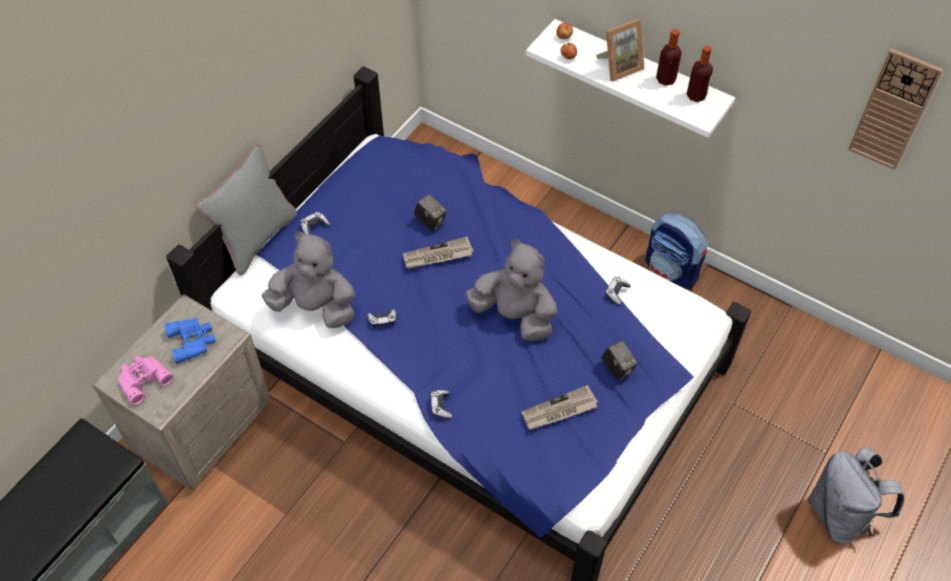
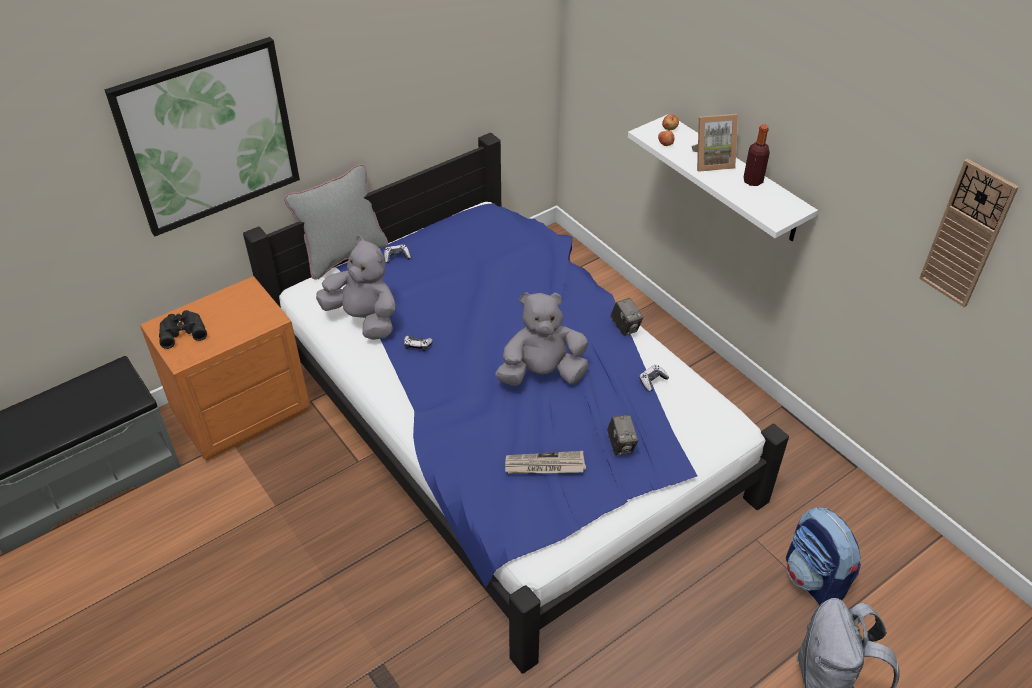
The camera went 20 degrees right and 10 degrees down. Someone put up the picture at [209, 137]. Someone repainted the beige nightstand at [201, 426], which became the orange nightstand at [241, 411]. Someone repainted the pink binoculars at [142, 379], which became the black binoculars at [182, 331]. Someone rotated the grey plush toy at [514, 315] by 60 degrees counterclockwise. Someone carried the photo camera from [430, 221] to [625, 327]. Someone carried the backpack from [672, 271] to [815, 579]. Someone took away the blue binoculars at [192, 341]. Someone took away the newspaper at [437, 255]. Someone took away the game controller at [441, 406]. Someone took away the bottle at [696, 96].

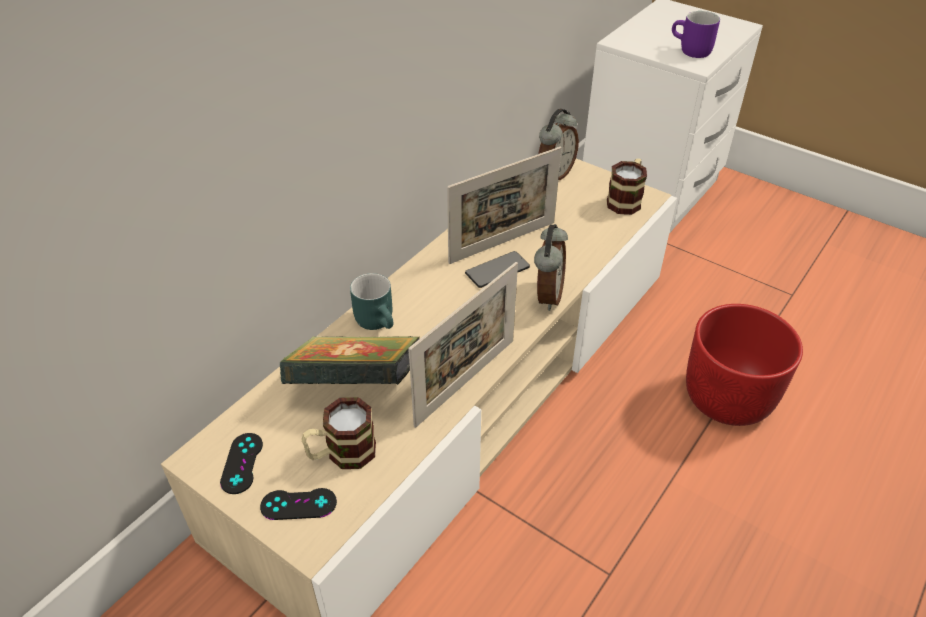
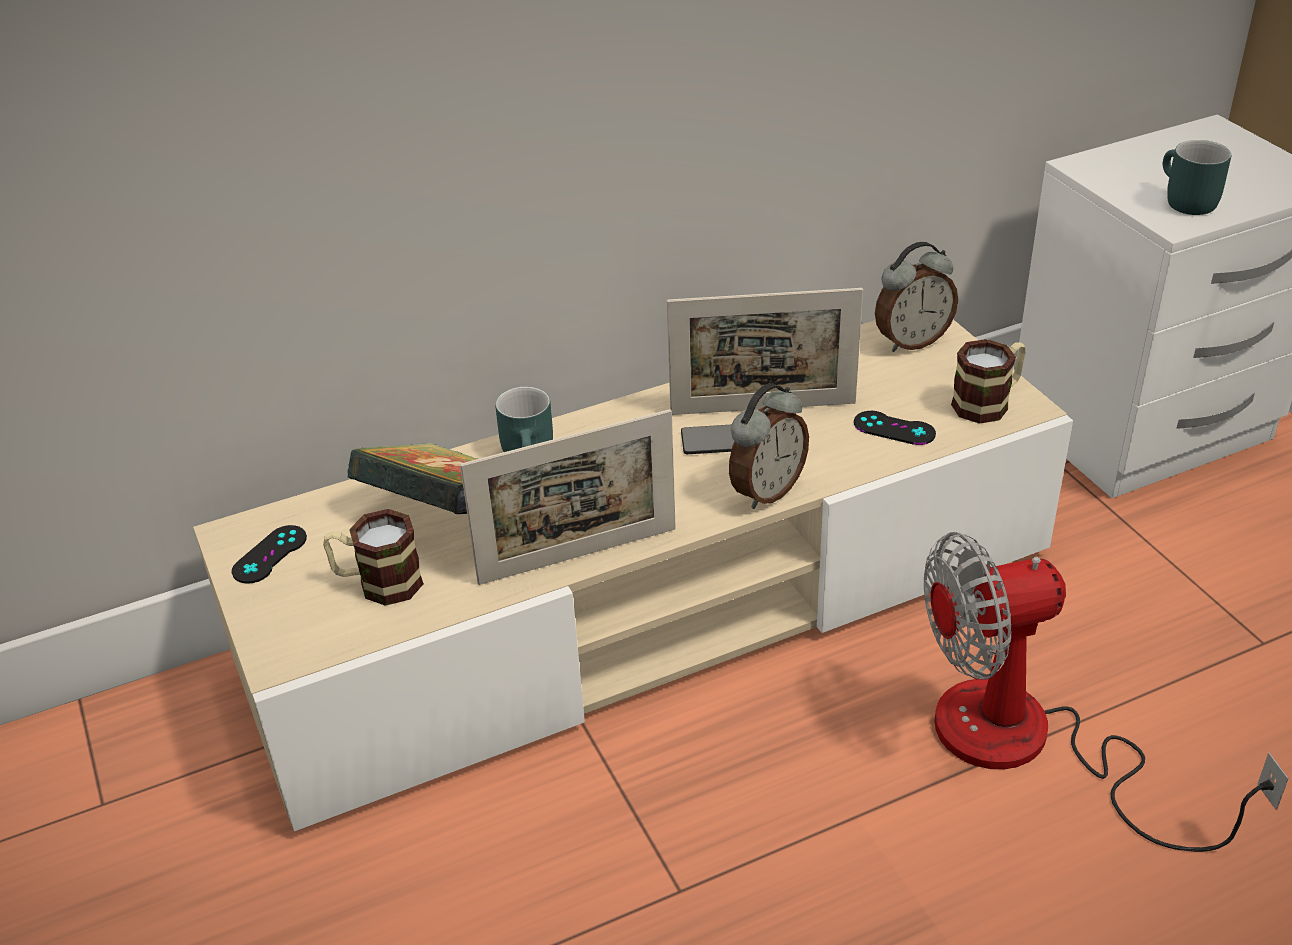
The camera went 30 degrees right and 5 degrees down. Someone carried the black game controller from [298, 504] to [894, 428]. Someone swapped the red planter at [728, 398] for the fan at [1030, 746]. Someone repainted the purple mug at [690, 51], which became the turquoise mug at [1182, 201].

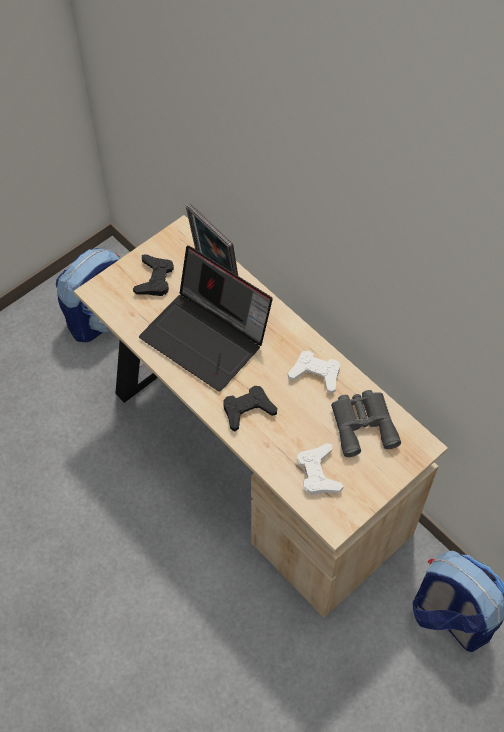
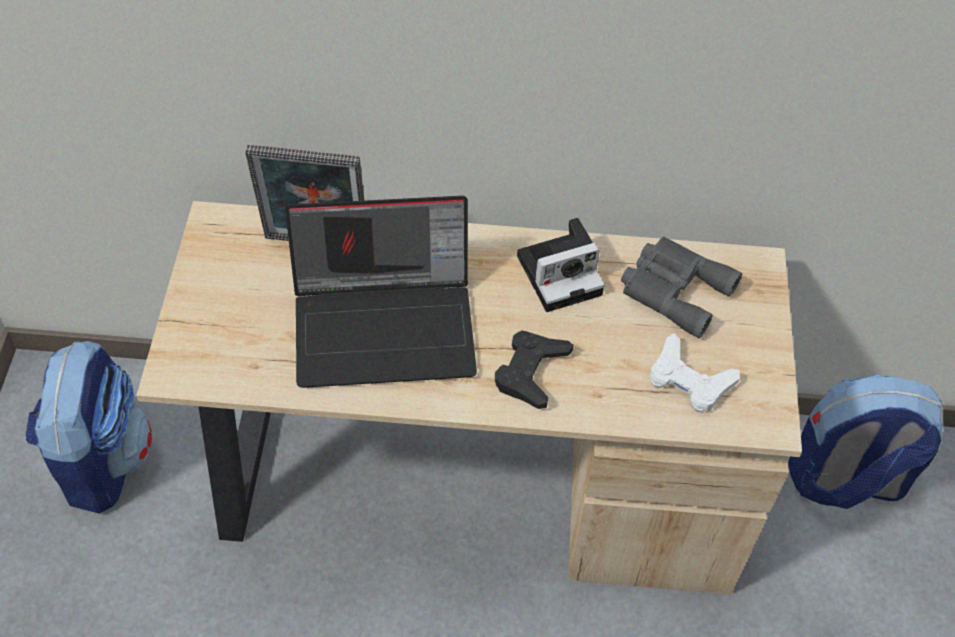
The camera went 45 degrees left and 5 degrees down. Someone swapped the white game controller at [315, 374] for the photo camera at [562, 273]. Someone took away the black game controller at [154, 279].

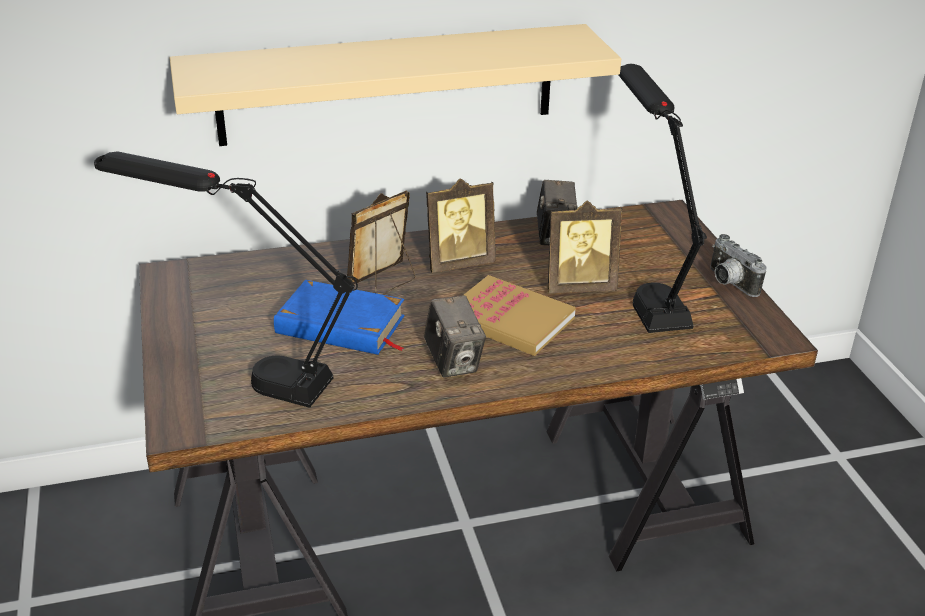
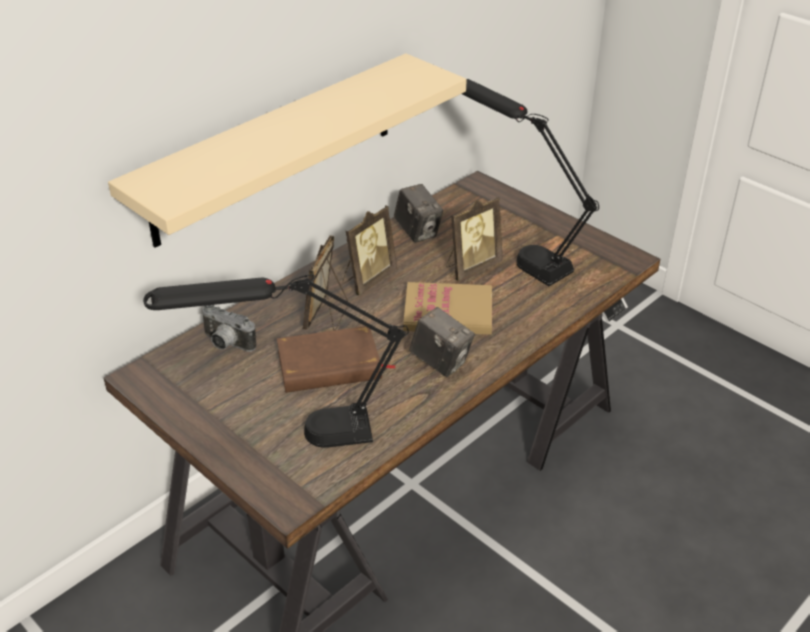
The camera went 30 degrees left and 5 degrees up. Someone carried the photo camera from [728, 283] to [226, 344]. Someone repainted the blue book at [341, 325], which became the brown book at [330, 366].

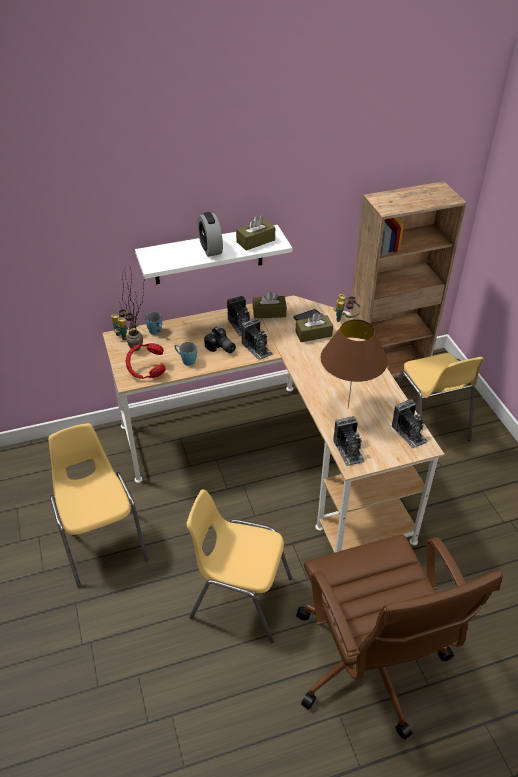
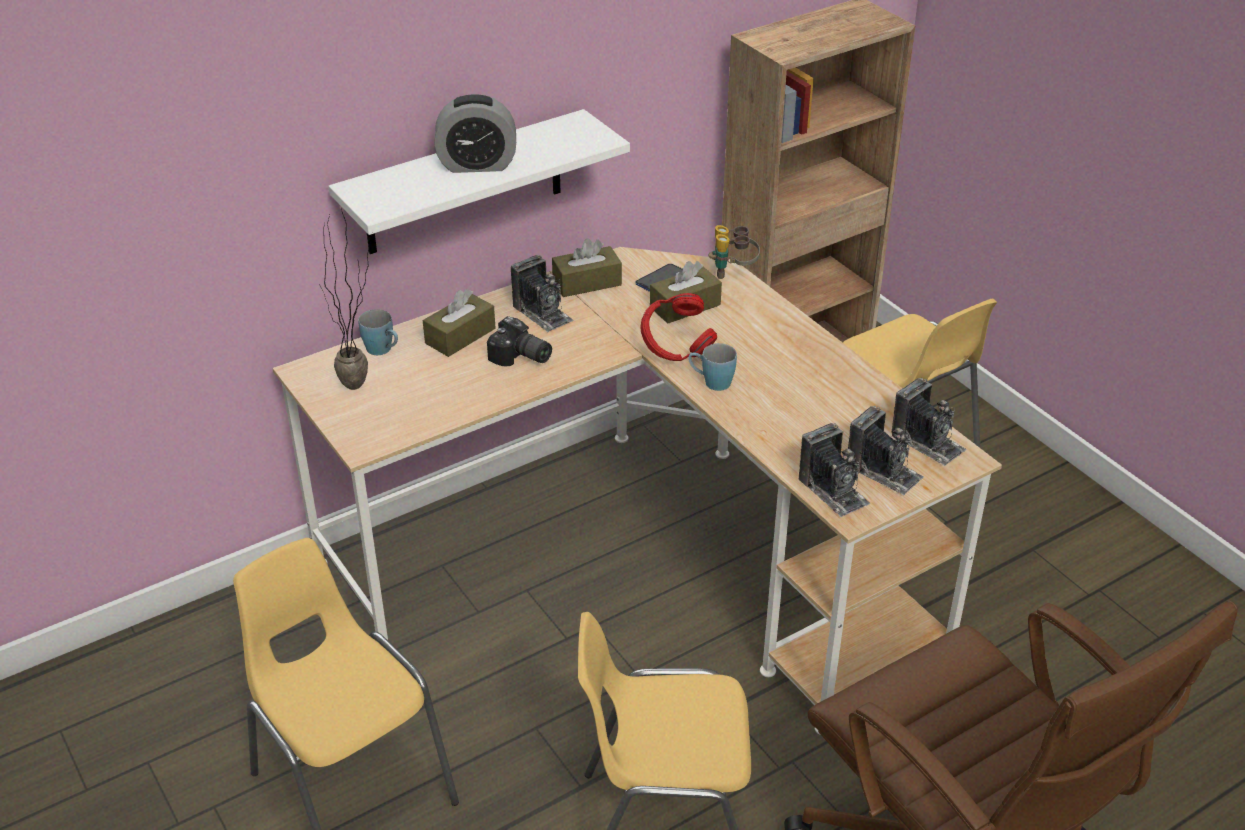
The camera went 15 degrees left and 5 degrees down. Someone carried the brown tissue box from [255, 241] to [460, 336]. Someone rotated the alarm clock at [210, 248] by 60 degrees counterclockwise. Someone carried the red headphones from [146, 371] to [676, 350]. Someone carried the blue mug from [186, 360] to [711, 382]. Someone carried the photo camera from [257, 348] to [884, 471]. Someone took away the binoculars at [126, 333]. Someone took away the brown table lamp at [348, 408].

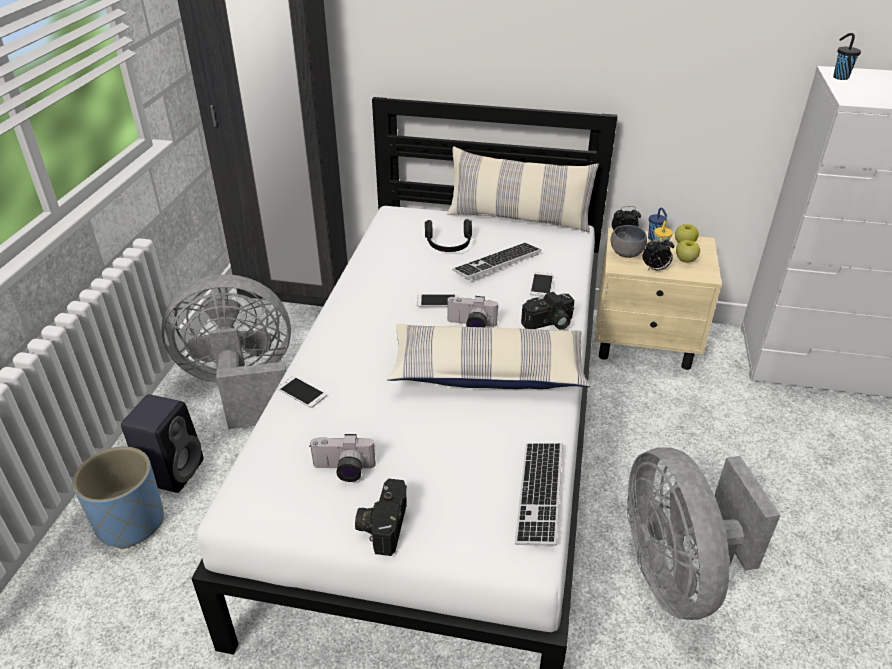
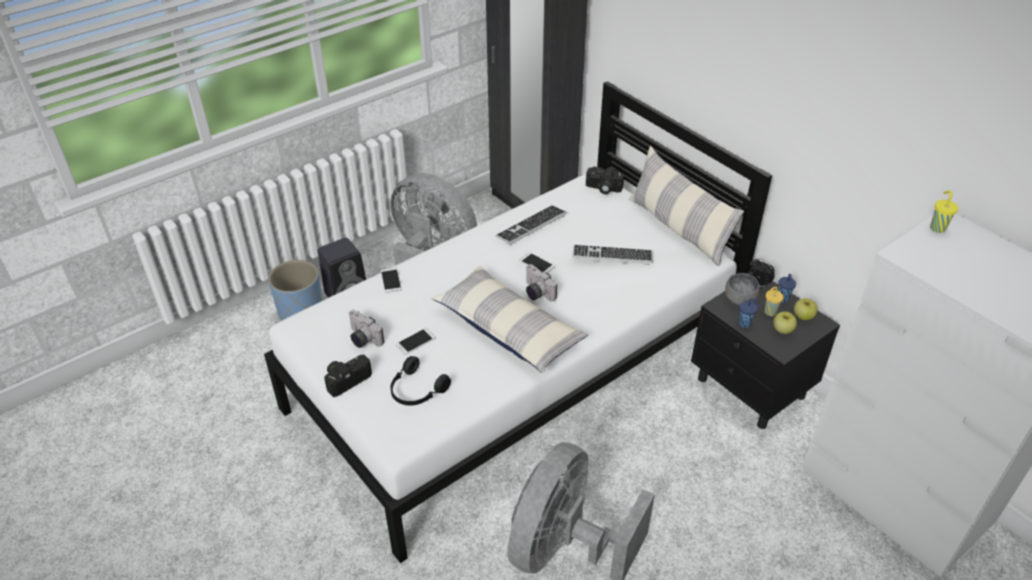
The camera went 40 degrees right and 5 degrees up. Someone carried the black headphones from [448, 244] to [416, 390]. Someone carried the phone from [541, 285] to [415, 341]. Someone carried the keyboard from [539, 494] to [531, 226]. Someone carried the photo camera from [549, 324] to [603, 188]. Someone repainted the beige nightstand at [645, 343], which became the black nightstand at [751, 388]. Someone swapped the alarm clock at [655, 269] for the blue cup at [745, 324]. Someone repainted the black cup at [839, 77], which became the yellow cup at [937, 228].

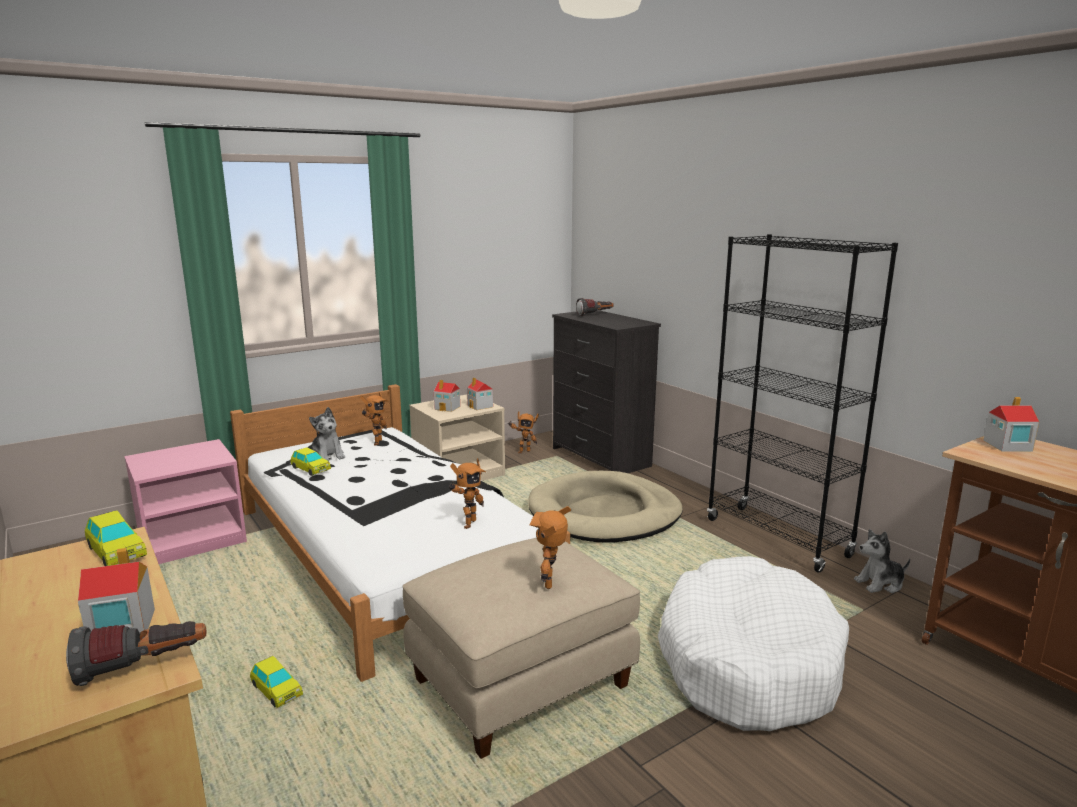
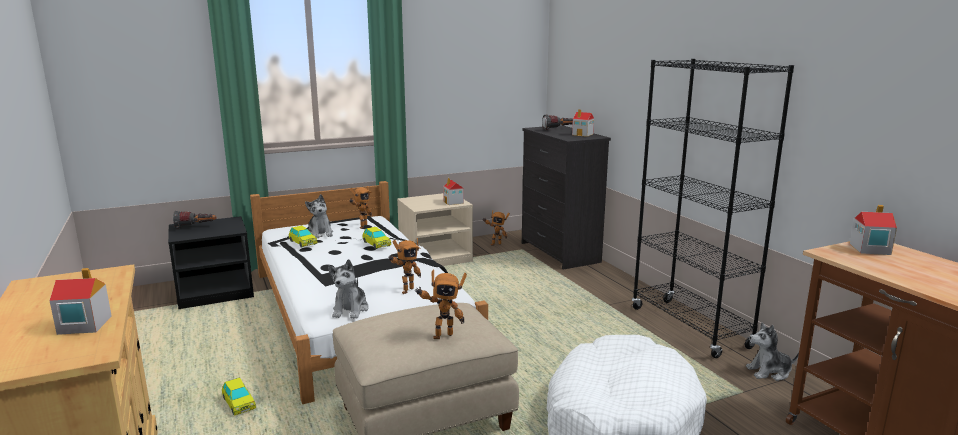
The camera went 10 degrees right and 0 degrees up. Someone repainted the pink nightstand at [193, 539], which became the black nightstand at [216, 292]. Someone carried the flashlight from [143, 667] to [196, 227]. Someone put down the plush toy at [350, 310]. Someone carried the toy car from [117, 552] to [376, 244]. Someone rotated the toy robot at [551, 583] by 120 degrees counterclockwise. Someone carried the toy house from [447, 408] to [583, 134]. Someone took away the beige dog bed at [604, 513].

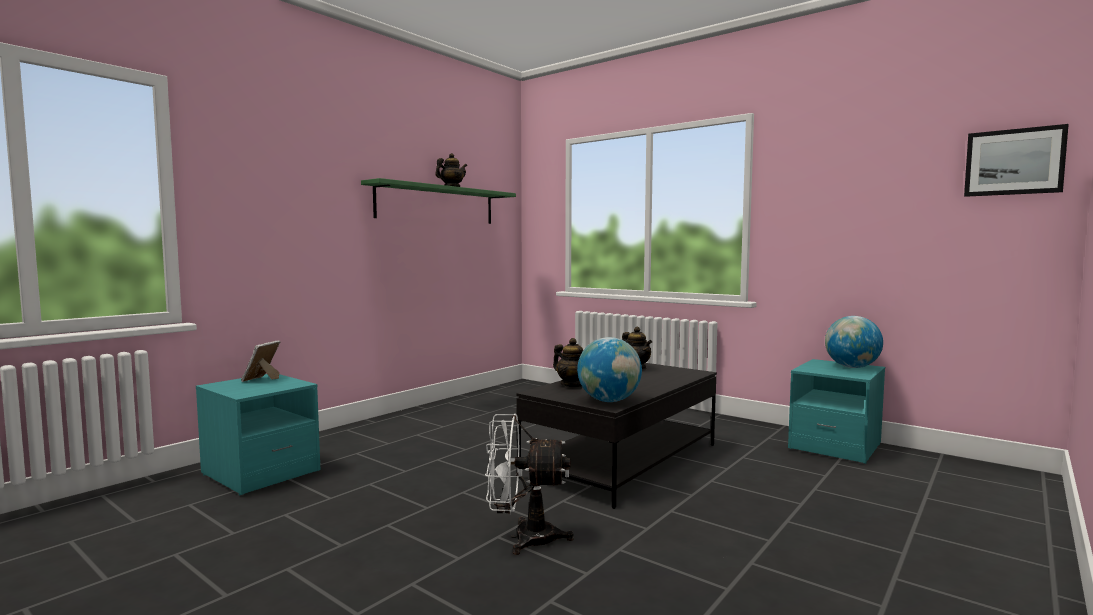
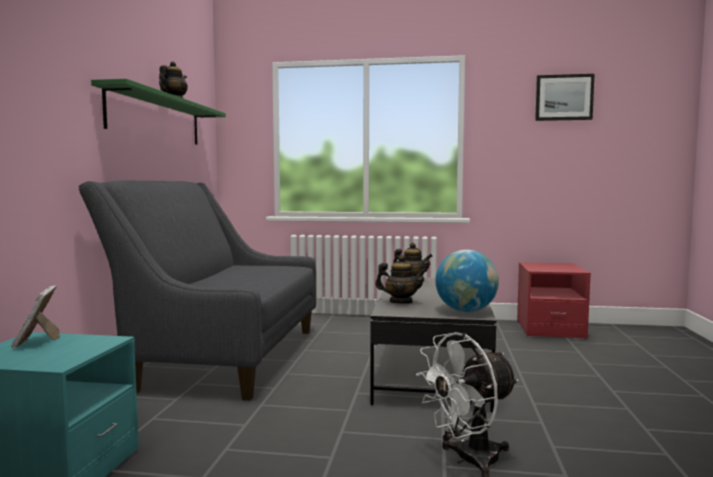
The camera went 30 degrees left and 0 degrees up. Someone put down the grey sofa at [222, 356]. Someone repainted the turquoise nightstand at [835, 446], which became the red nightstand at [550, 329]. Someone carried the picture from [1013, 162] to [564, 97]. Someone took away the globe at [852, 367].

